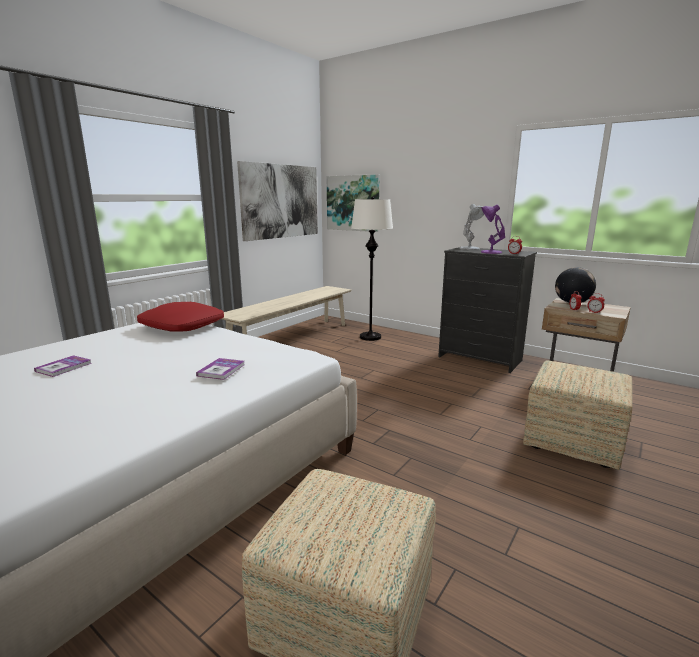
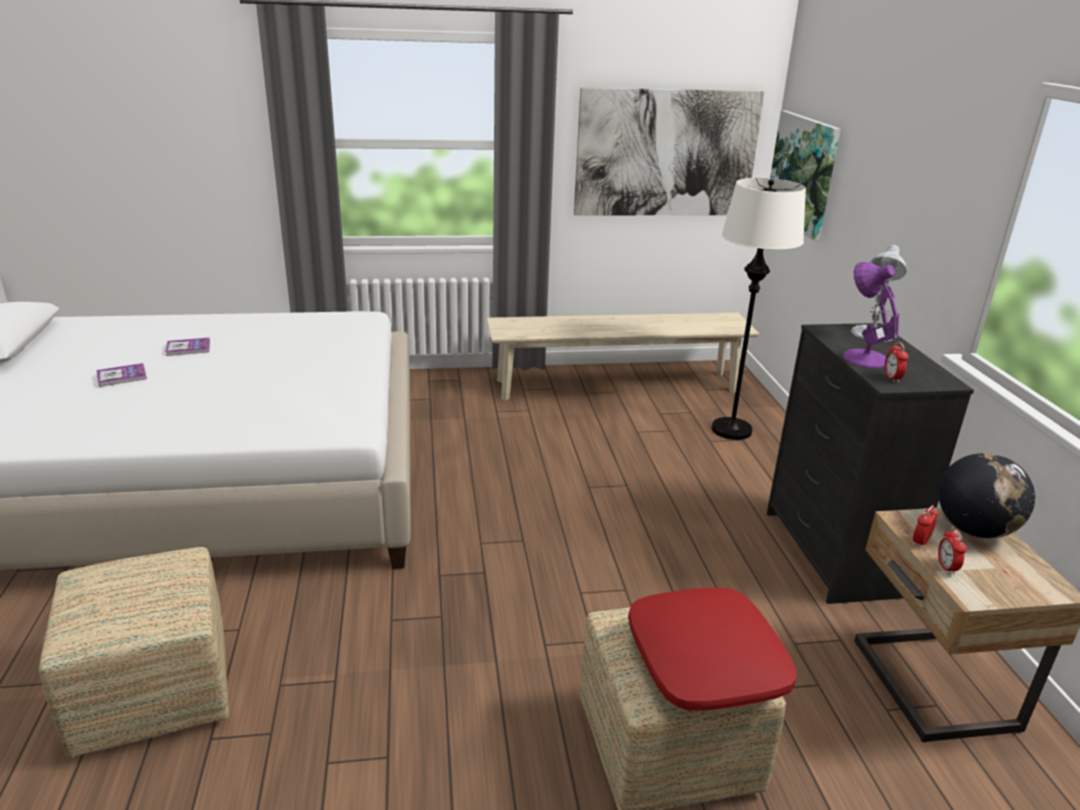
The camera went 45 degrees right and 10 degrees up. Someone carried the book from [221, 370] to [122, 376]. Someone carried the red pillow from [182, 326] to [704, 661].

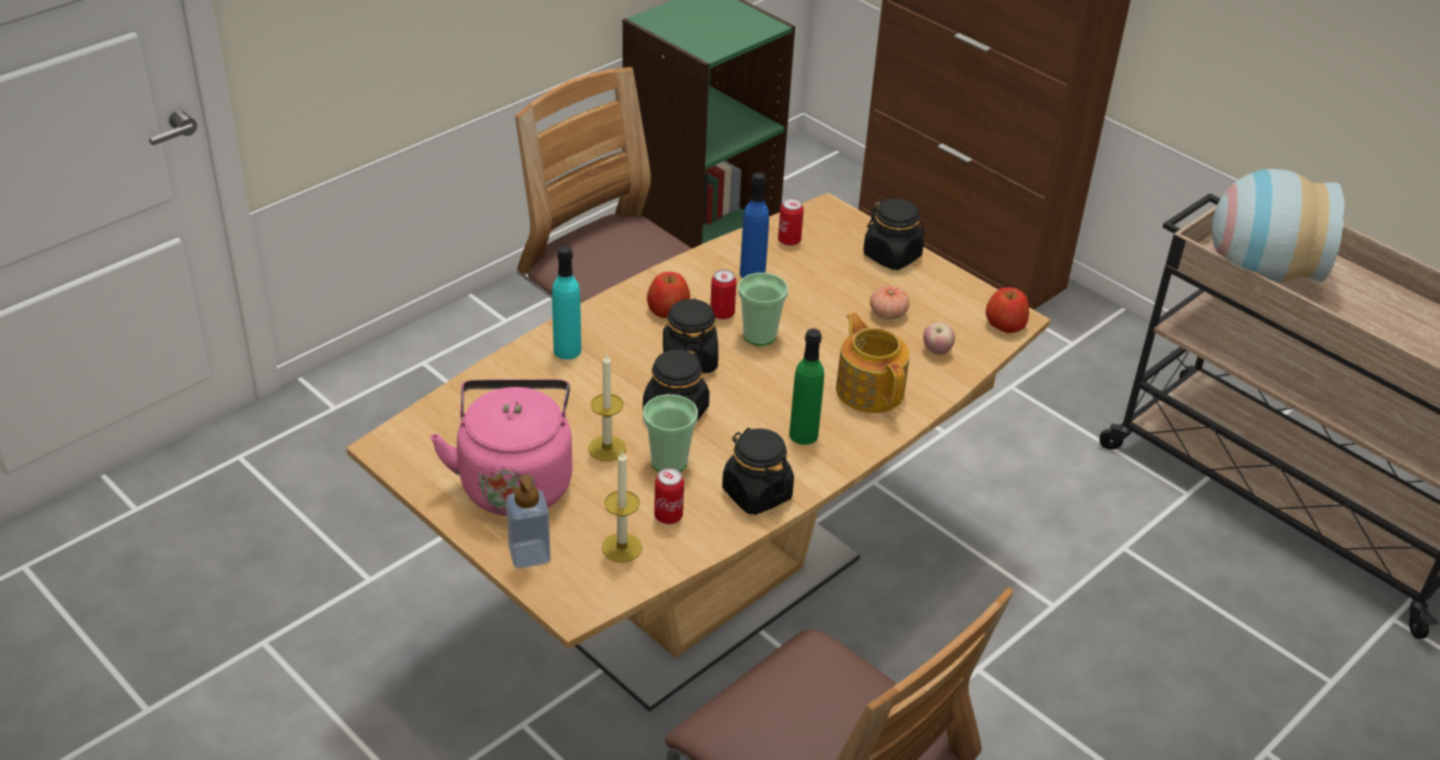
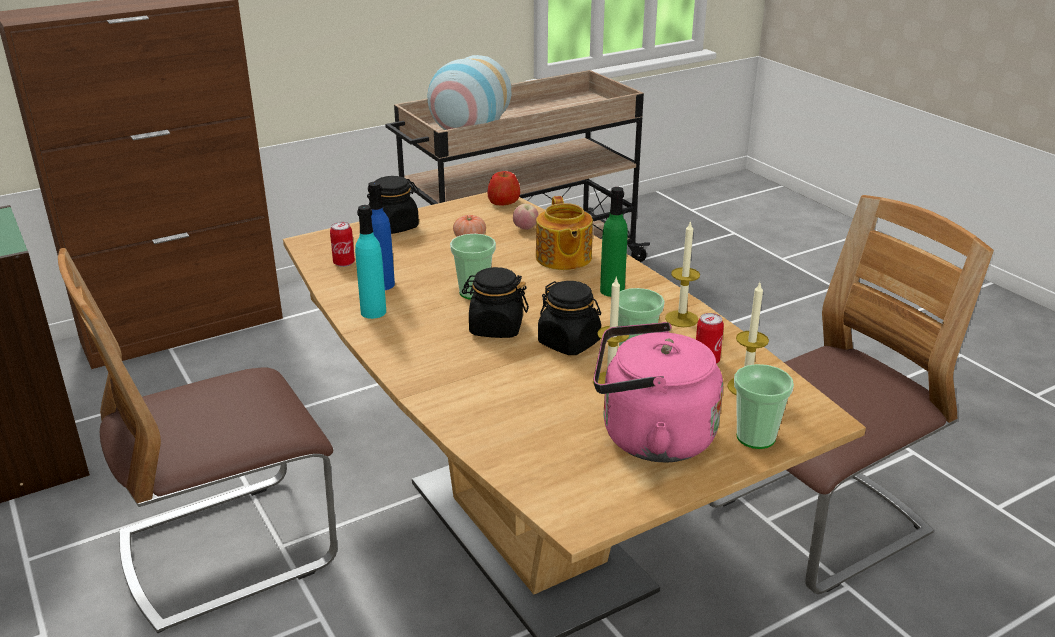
The camera went 75 degrees left and 10 degrees down. Someone carried the turquoise bottle from [567, 350] to [373, 312]. Someone rotated the teapot at [870, 389] by 90 degrees counterclockwise. Someone swapped the black jar at [756, 493] for the candle at [681, 319]. Someone swapped the soap dispenser at [529, 554] for the cup at [755, 437]. Someone took away the apple at [668, 310]. Someone took away the can at [722, 313].

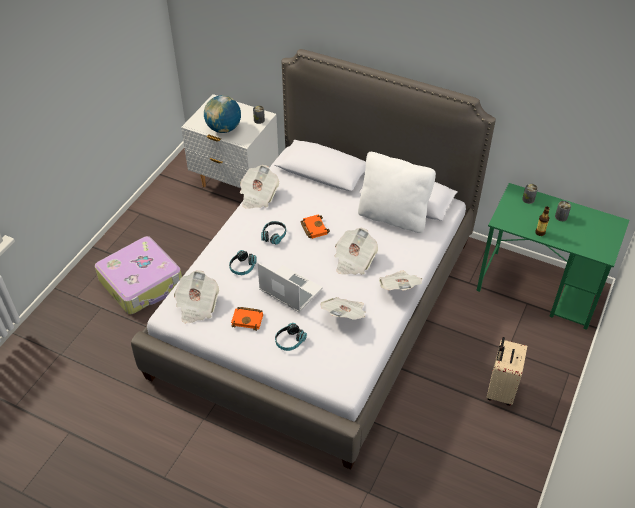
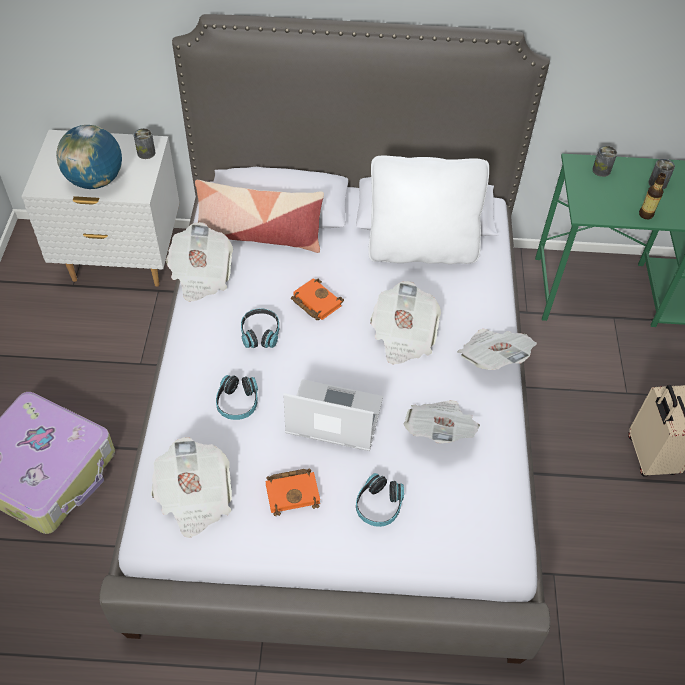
The camera went 25 degrees left and 5 degrees up. Someone put down the pillow at [259, 235].

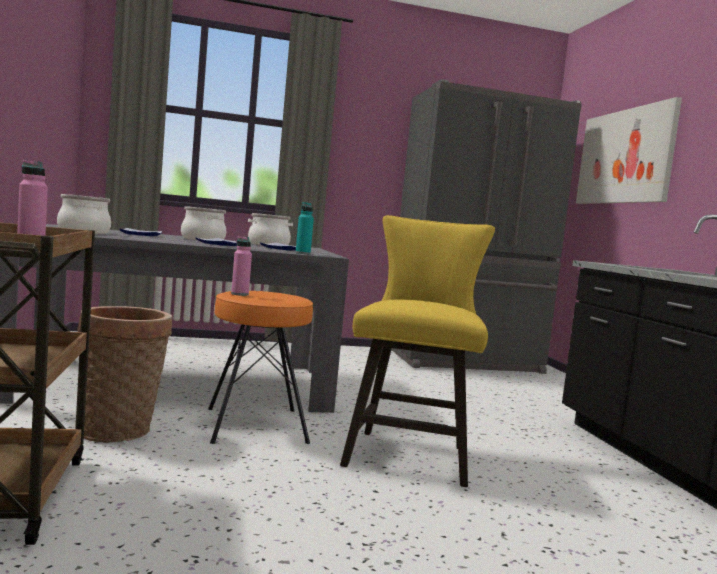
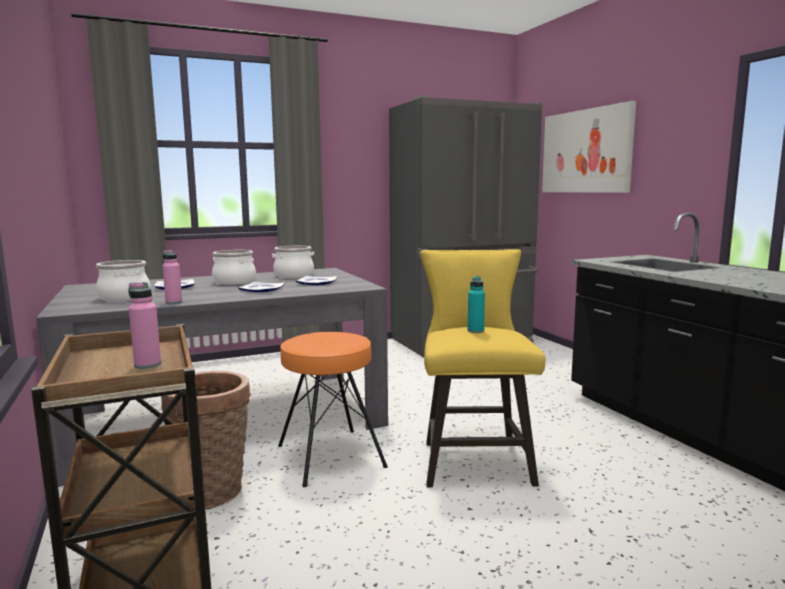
The camera went 10 degrees left and 5 degrees up. Someone carried the pink bottle from [239, 294] to [174, 302]. Someone carried the turquoise bottle from [302, 253] to [475, 331].

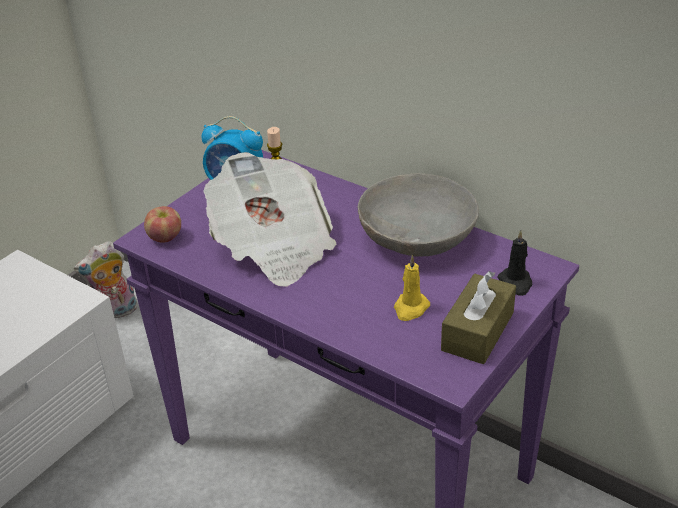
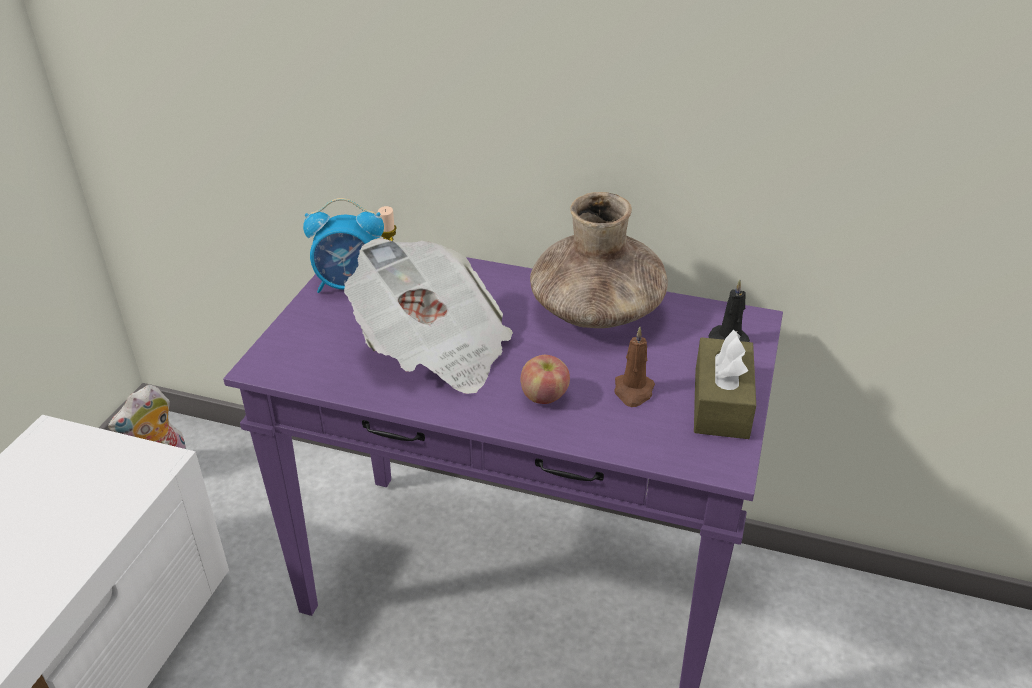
The camera went 20 degrees left and 0 degrees up. Someone carried the apple from [165, 238] to [544, 396]. Someone swapped the grey bowl at [417, 238] for the brown vase at [596, 311]. Someone repainted the yellow candle at [410, 308], which became the brown candle at [633, 391].

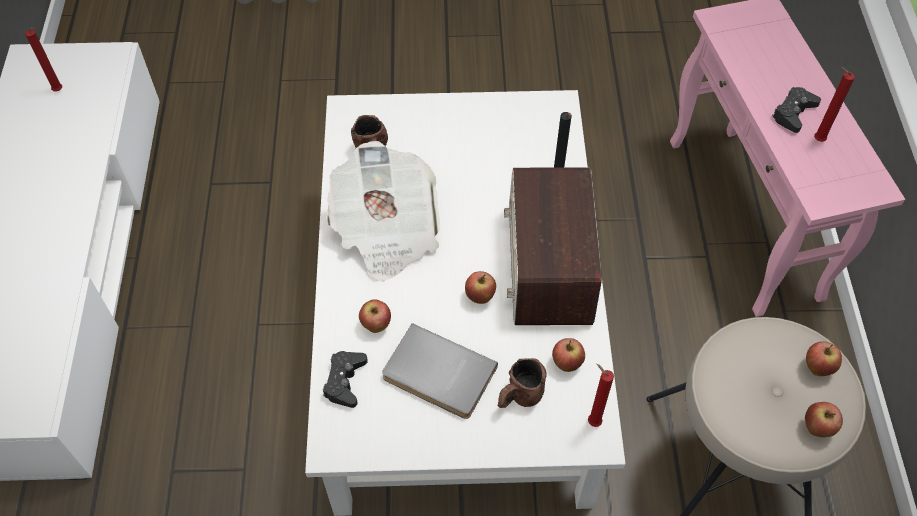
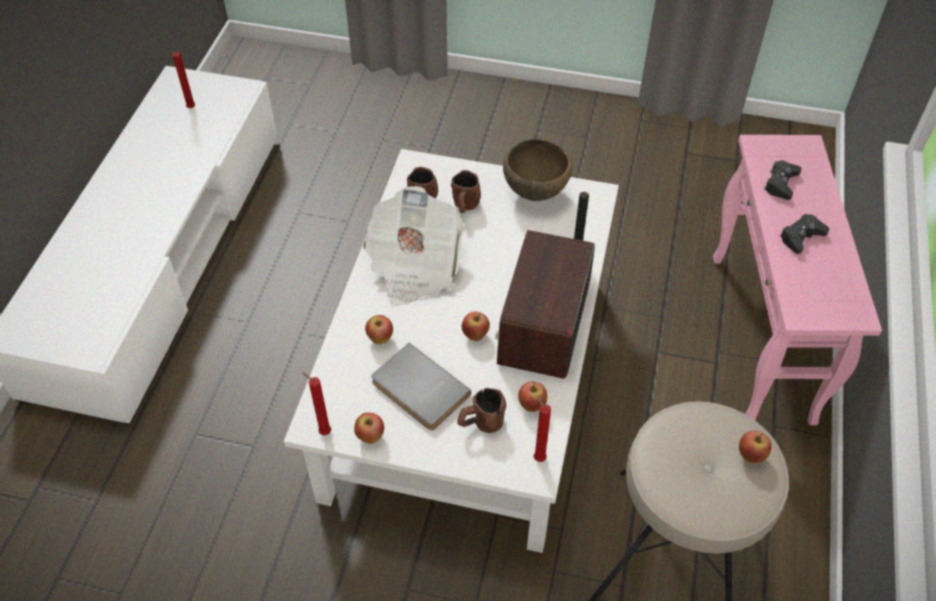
The camera went 15 degrees right and 5 degrees down. Someone carried the red candle from [816, 140] to [323, 432]. Someone carried the apple from [817, 428] to [370, 437]. Someone put down the brown mug at [465, 208]. Someone put down the brown bowl at [536, 193]. Someone carried the black game controller from [345, 381] to [780, 183].

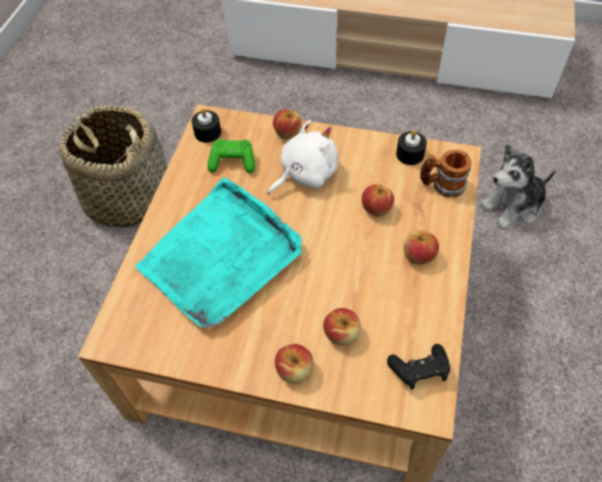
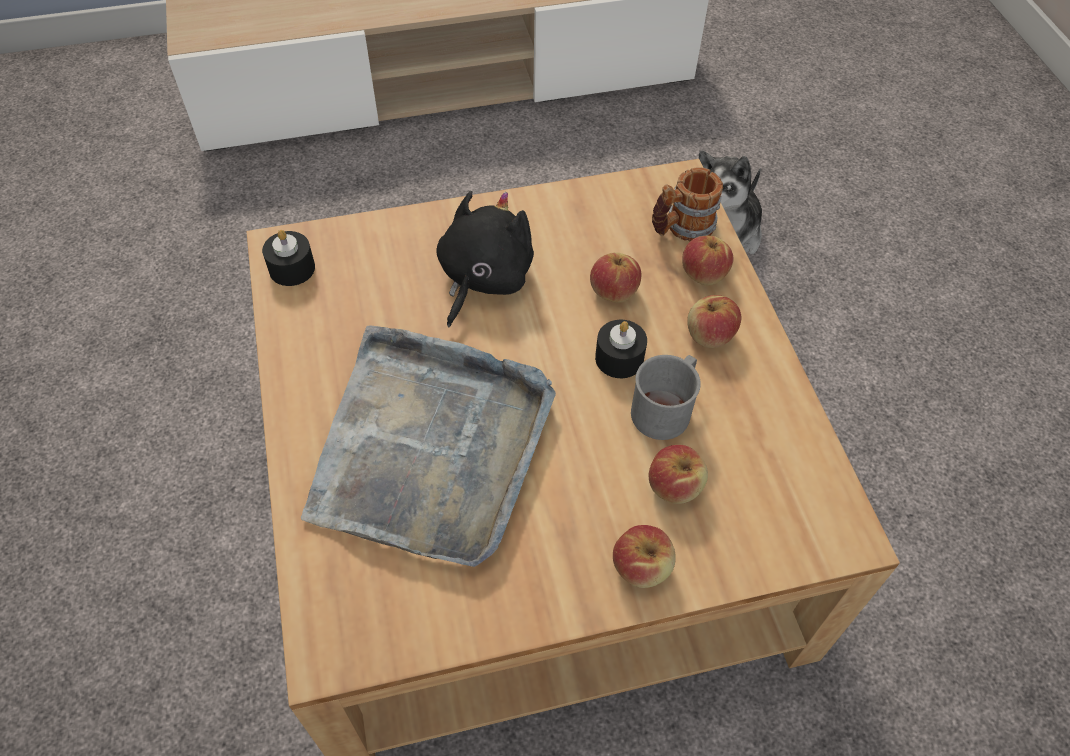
The camera went 30 degrees left and 0 degrees up. Someone repainted the turquoise tray at [221, 256], which became the grey tray at [430, 448]. Someone repainted the white plush toy at [305, 174], which became the black plush toy at [483, 278]. Someone carried the black candle from [410, 154] to [619, 358]. Someone put down the grey mug at [665, 408]. Someone carried the apple from [287, 132] to [703, 274]. Someone took away the basket at [128, 197]. Someone took away the green game controller at [233, 162]. Someone took away the black game controller at [419, 371].

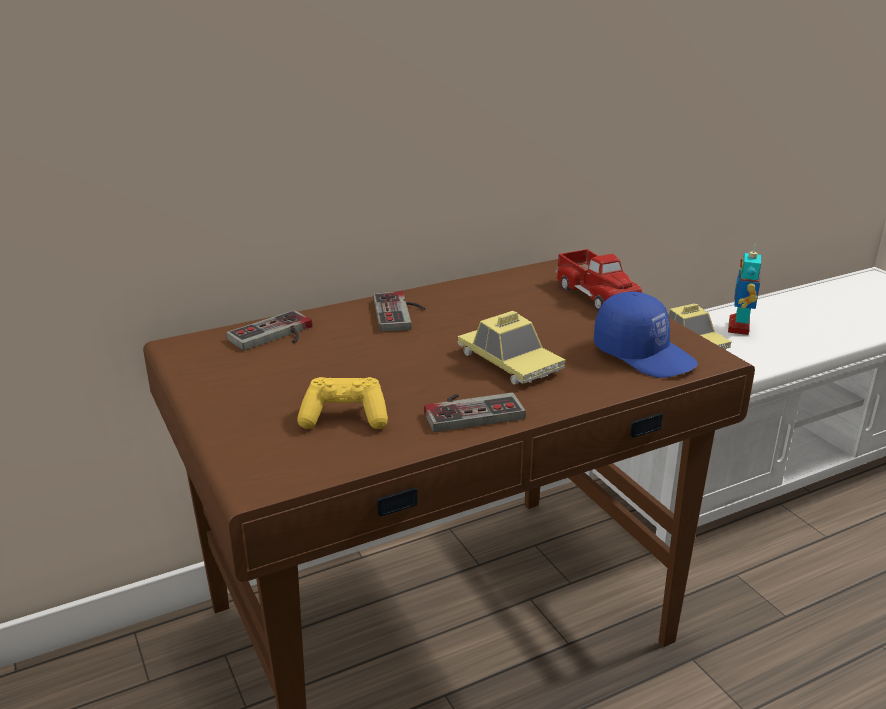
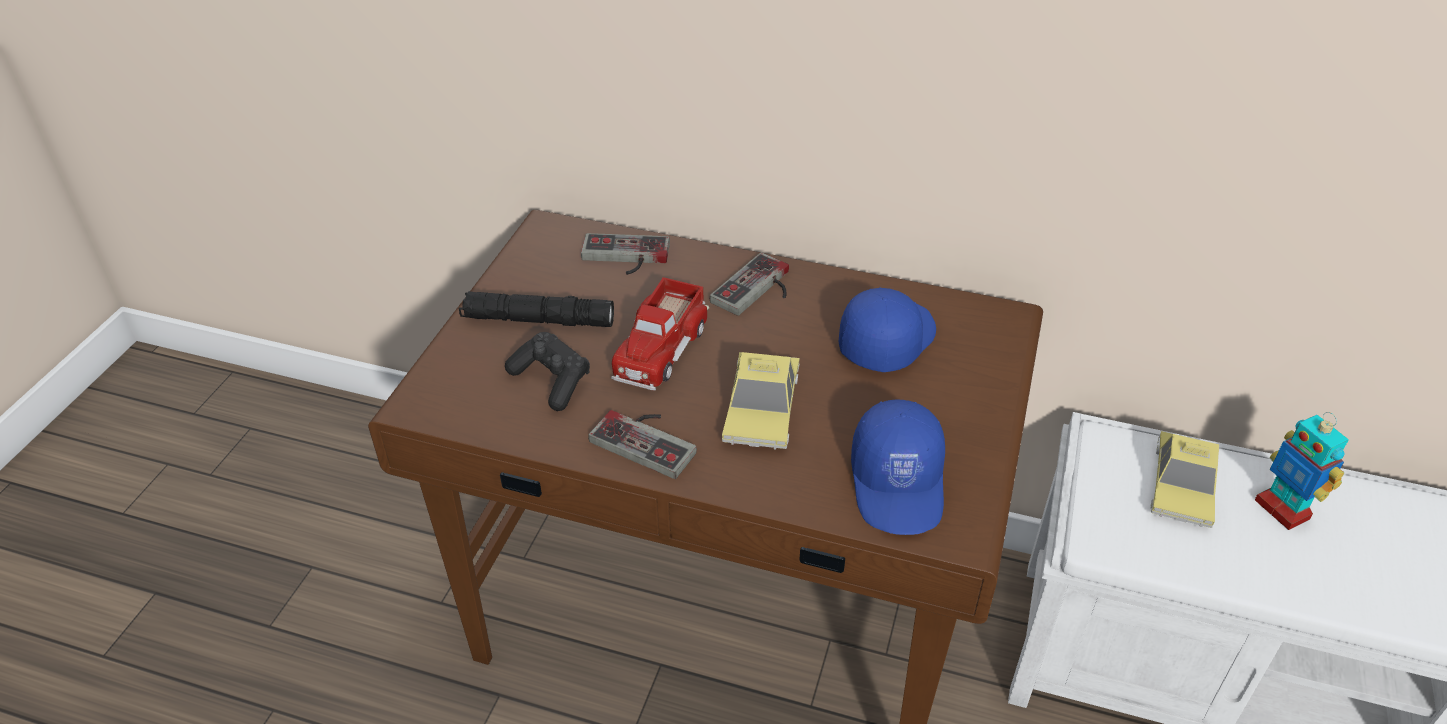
The camera went 45 degrees right and 15 degrees up. Someone put down the black flashlight at [538, 320]. Someone repainted the yellow game controller at [345, 417], which became the black game controller at [552, 381]. Someone carried the toy truck from [597, 294] to [660, 347]. Someone put down the blue cap at [886, 340]. Someone rotated the toy robot at [739, 327] by 90 degrees counterclockwise.

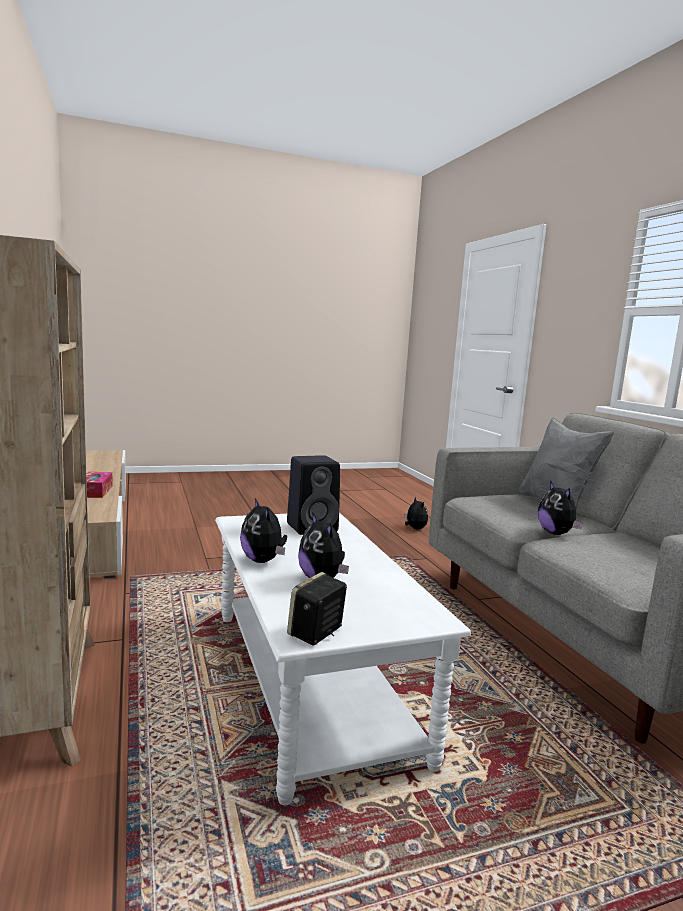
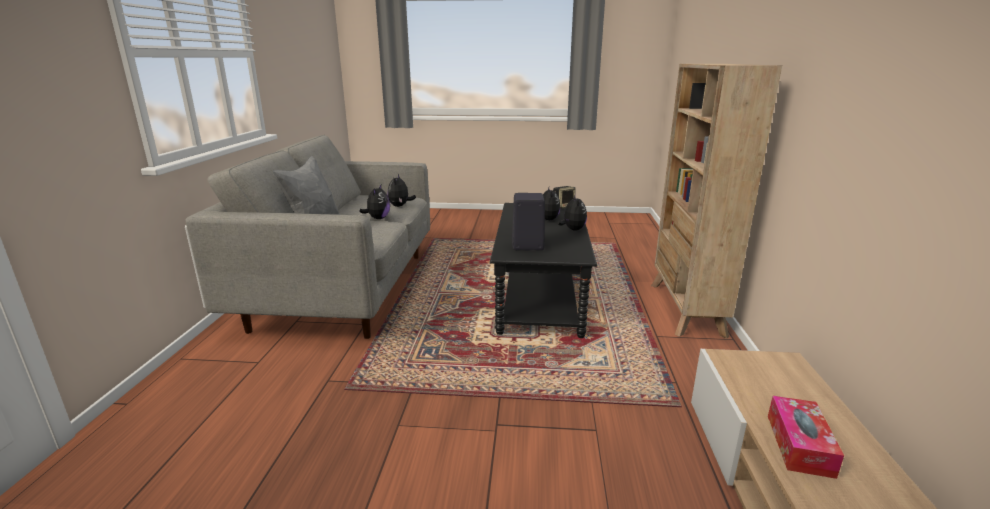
The camera went 155 degrees left and 10 degrees up. Someone carried the plush toy from [414, 528] to [400, 206]. Someone repainted the white coffee table at [310, 681], which became the black coffee table at [540, 295].

